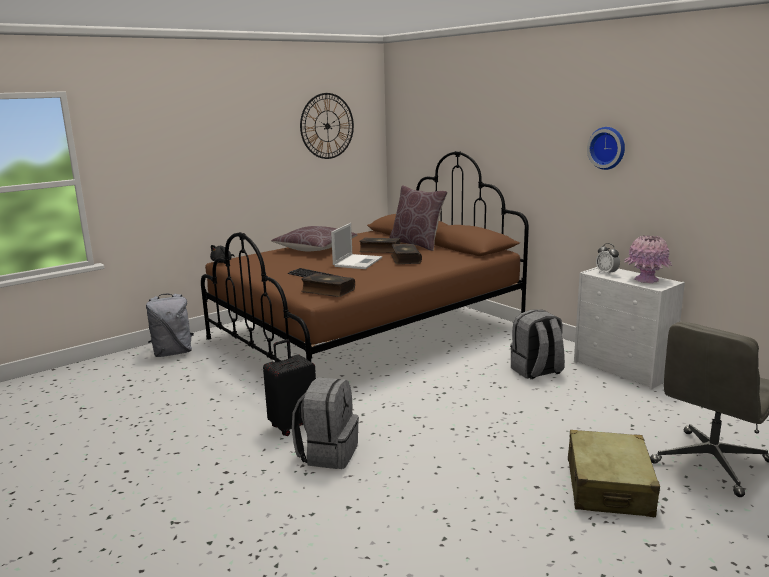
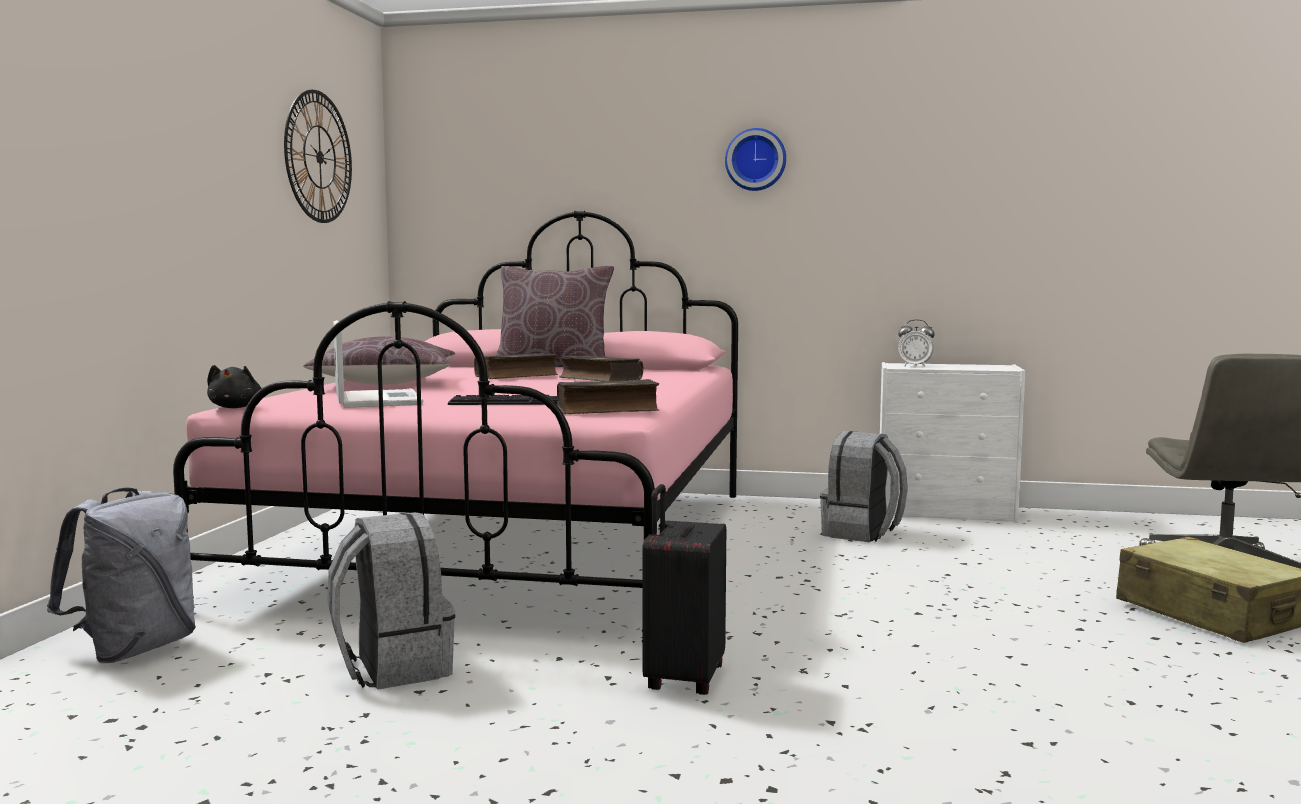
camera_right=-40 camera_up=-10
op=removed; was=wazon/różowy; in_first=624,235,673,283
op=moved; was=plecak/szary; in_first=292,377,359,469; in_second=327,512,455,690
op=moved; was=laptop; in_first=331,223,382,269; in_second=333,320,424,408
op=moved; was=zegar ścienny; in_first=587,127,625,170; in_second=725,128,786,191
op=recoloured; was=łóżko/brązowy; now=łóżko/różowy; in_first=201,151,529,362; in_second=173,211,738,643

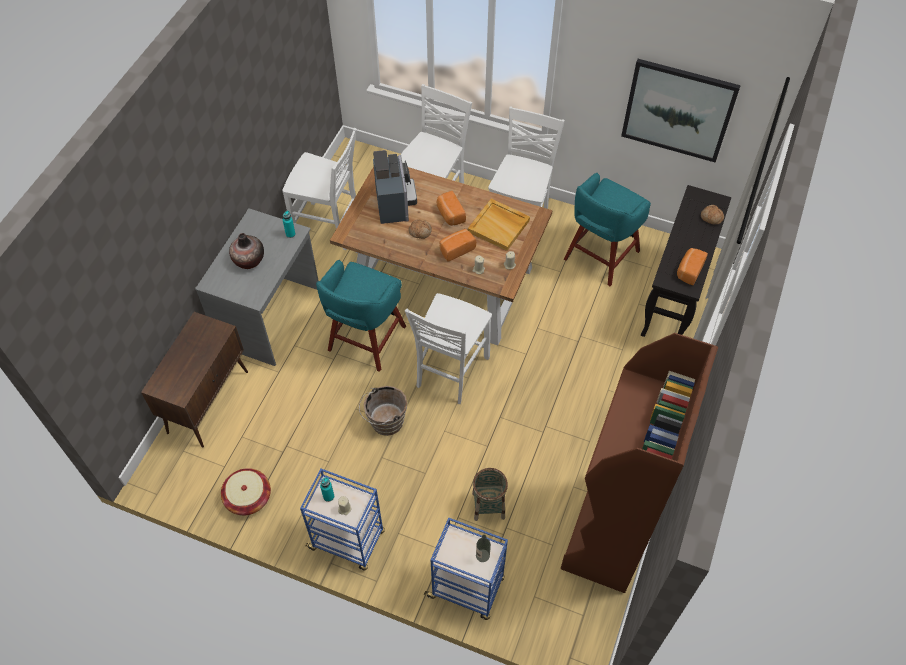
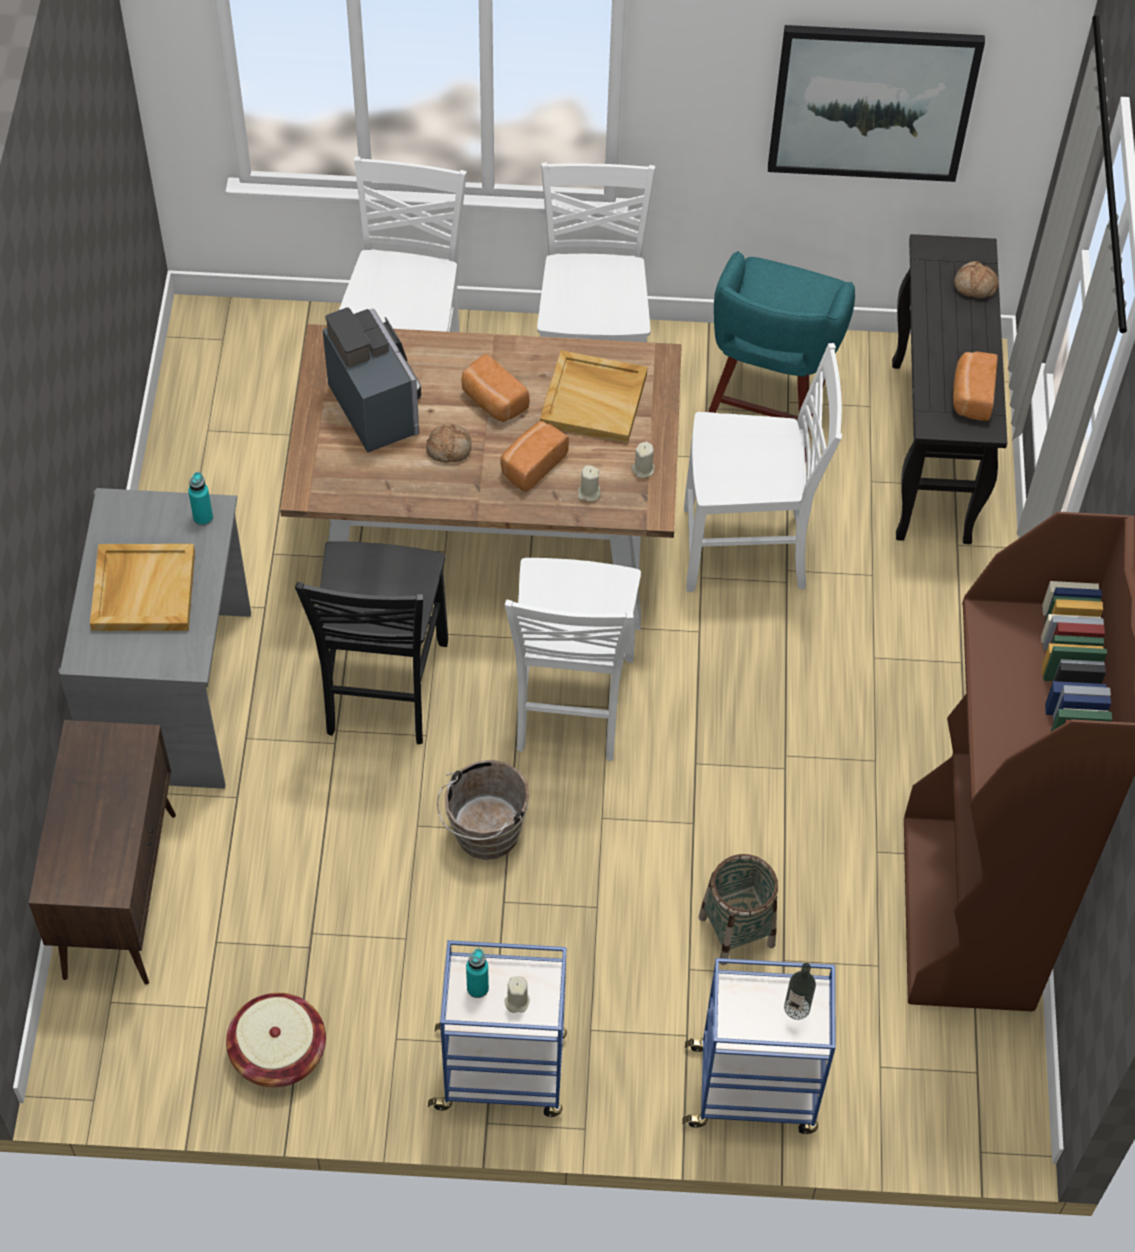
camera_right=-20 camera_up=0
op=moved; was=krzesło/biały; in_first=282,128,357,251; in_second=684,343,842,592
op=replaced; was=wazon; now=taca/beżowy; in_first=229,233,264,269; in_second=90,544,195,631
op=replaced; was=stołek/turkusowy; now=krzesło/czarny; in_first=316,260,406,372; in_second=295,541,448,744

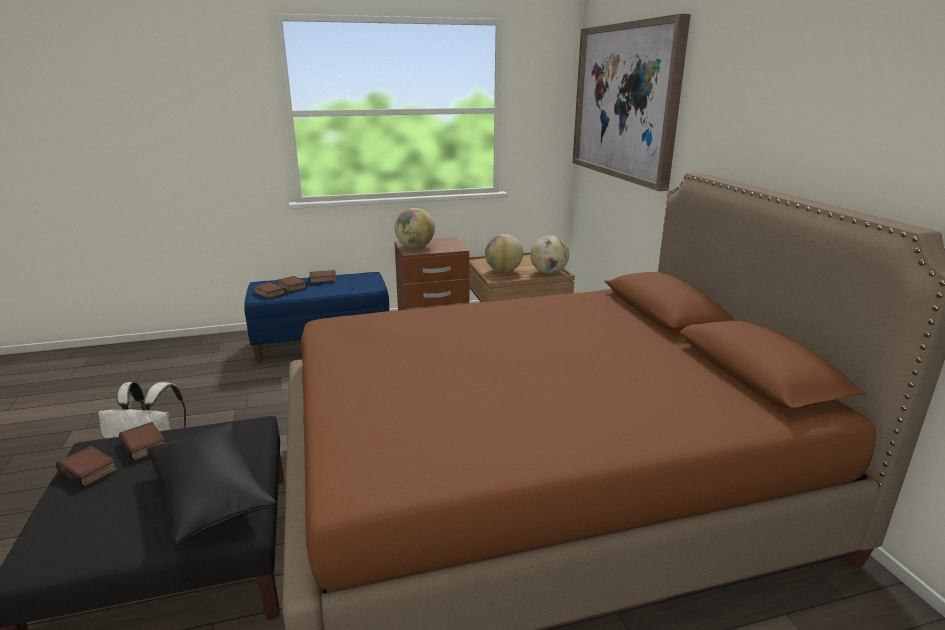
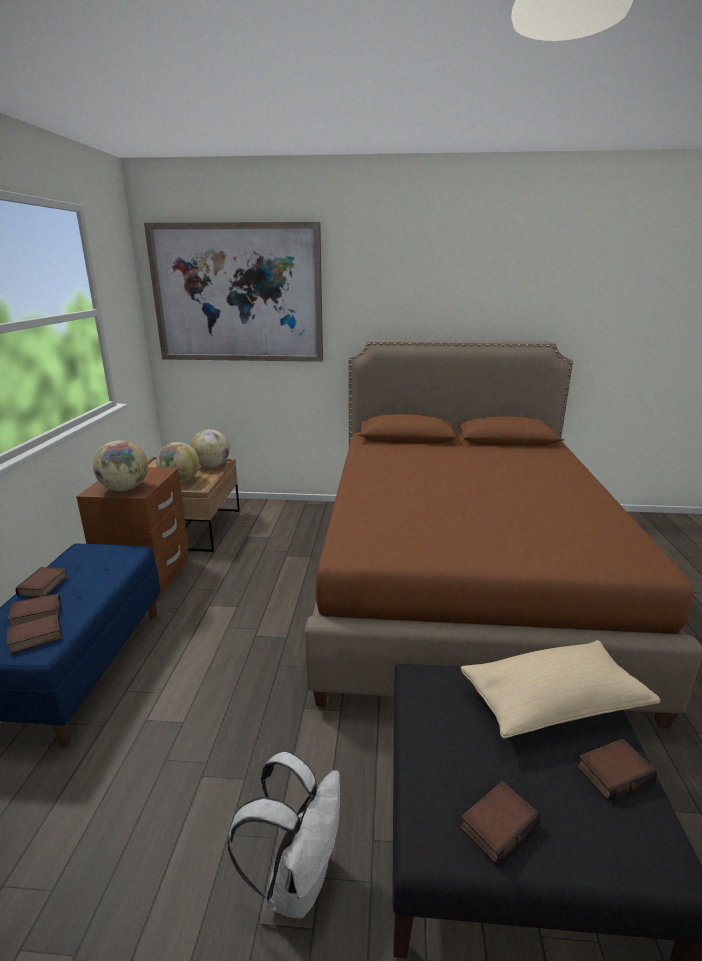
camera_right=-70 camera_up=0
op=moved; was=książka; in_first=119,422,165,461; in_second=577,739,657,802
op=recoloured; was=poduszka/czarny; now=poduszka/beżowy; in_first=147,423,277,545; in_second=461,640,660,739

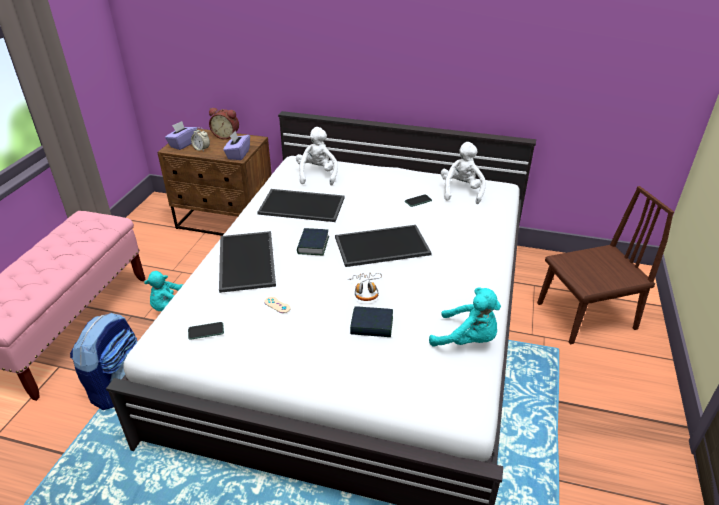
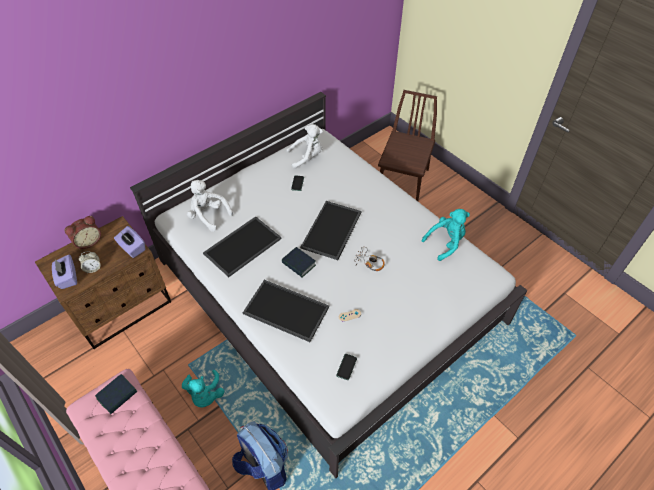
camera_right=-55 camera_up=15
op=moved; was=książka; in_first=350,307,393,337; in_second=95,374,137,414
op=turned; was=pluszak/biały; in_first=441,142,486,204; in_second=287,124,323,169; clockwise=120

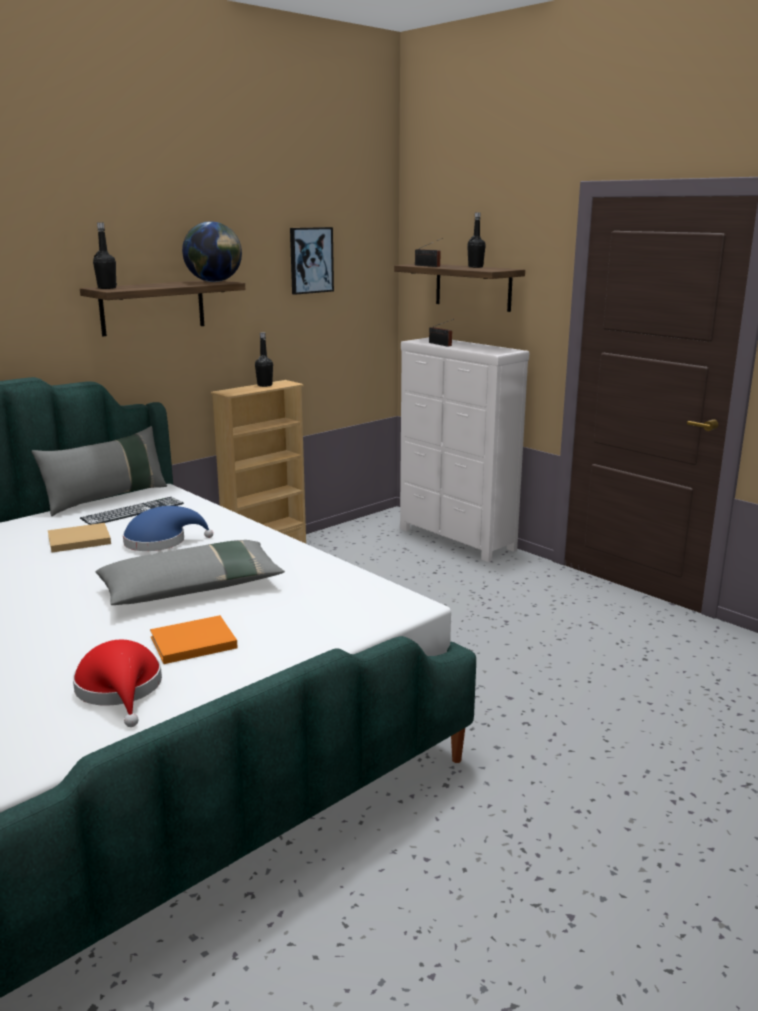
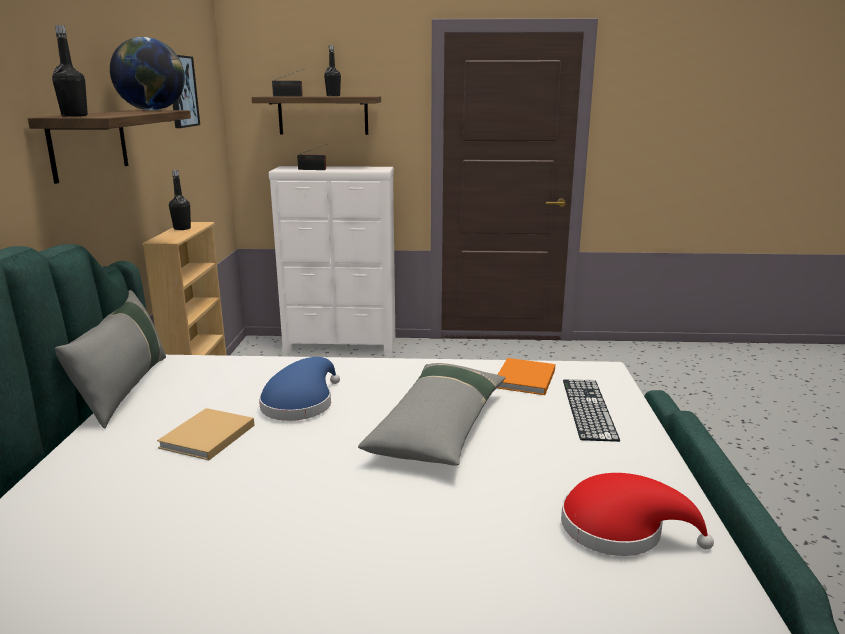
camera_right=-45 camera_up=0
op=moved; was=klawiatura; in_first=80,497,184,525; in_second=563,379,620,442
op=moved; was=książka/pomarańczowy; in_first=150,615,238,664; in_second=497,358,555,395

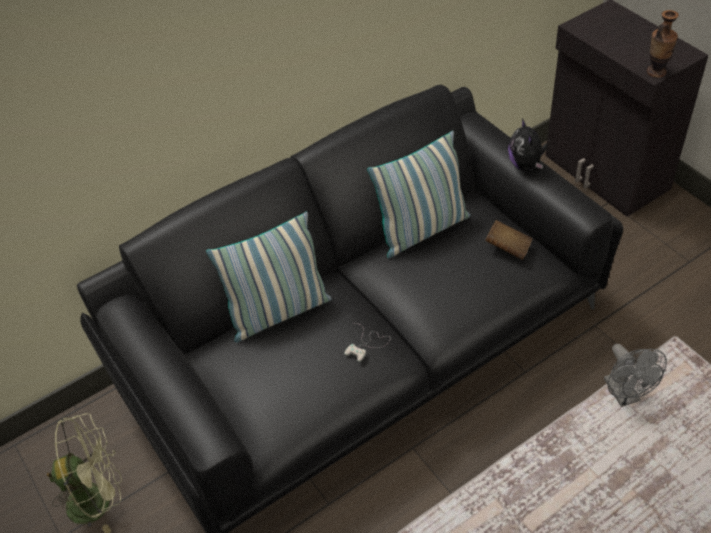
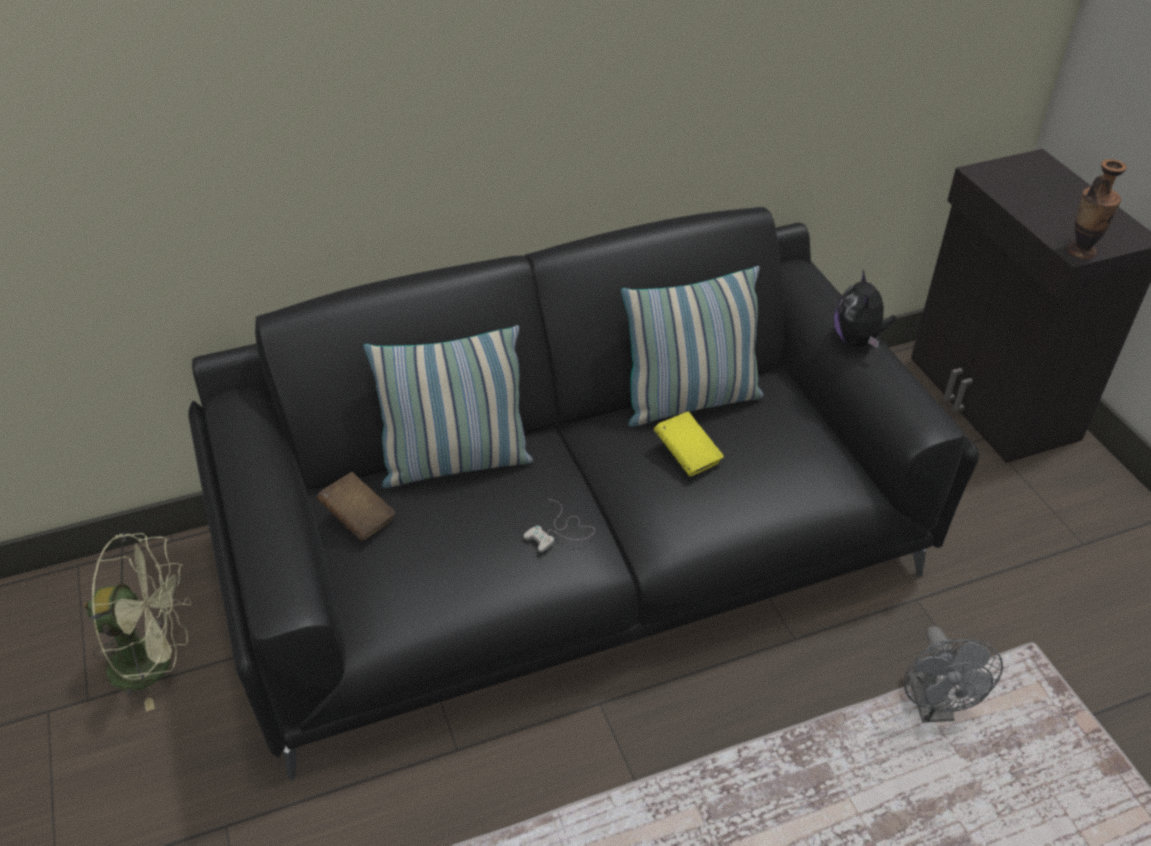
camera_right=10 camera_up=-5
op=added; now=książka/żółty; in_second=654,412,724,477
op=moved; was=książka/brązowy; in_first=485,220,532,260; in_second=317,472,396,541

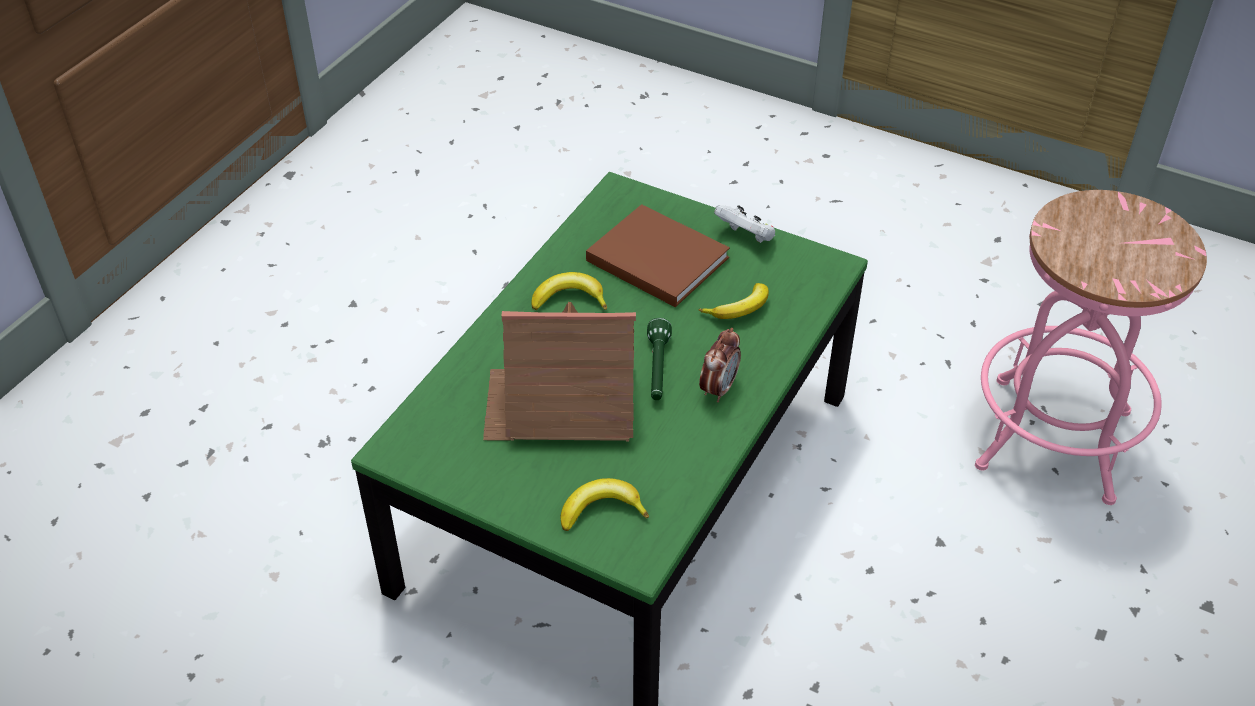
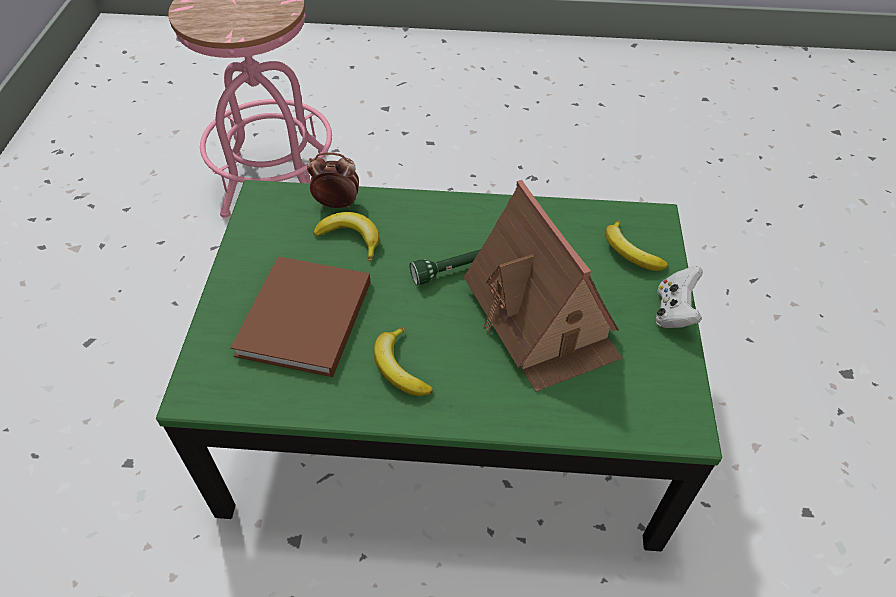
camera_right=-115 camera_up=5
op=moved; was=budzik; in_first=699,328,741,402; in_second=307,152,359,209
op=moved; was=pad do gier/biały; in_first=714,205,775,243; in_second=656,266,703,328

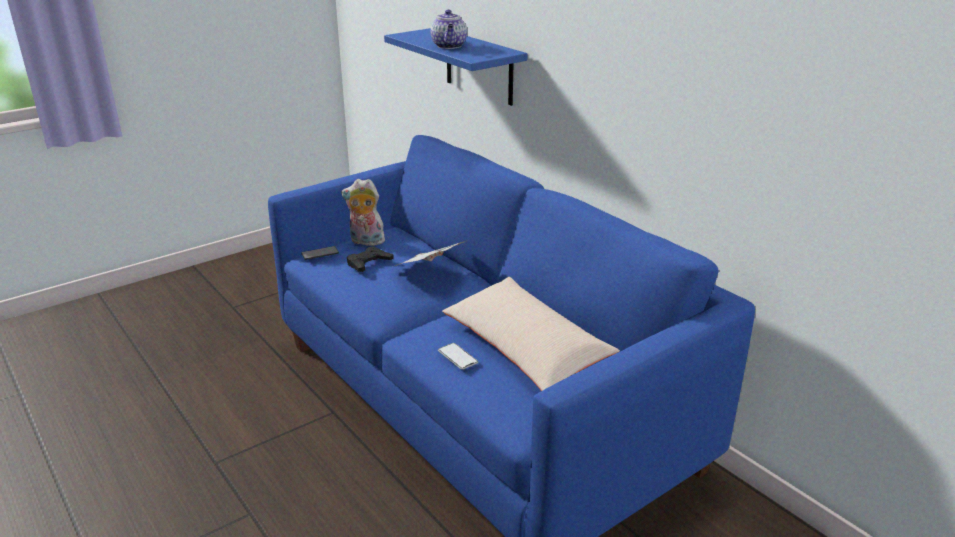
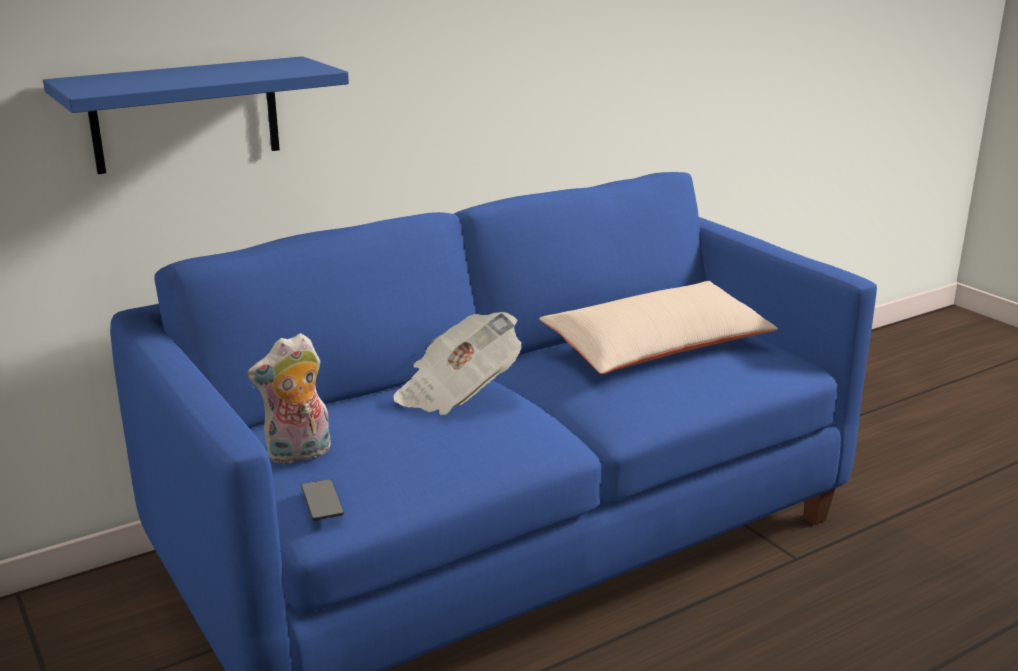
camera_right=-85 camera_up=-5
op=removed; was=pad do gier/czarny; in_first=347,246,394,272
op=removed; was=imbryk; in_first=431,10,467,49
op=removed; was=telefon; in_first=438,343,478,370
op=turned; was=pluszak; in_first=341,179,385,246; in_second=247,333,331,464; clockwise=45

